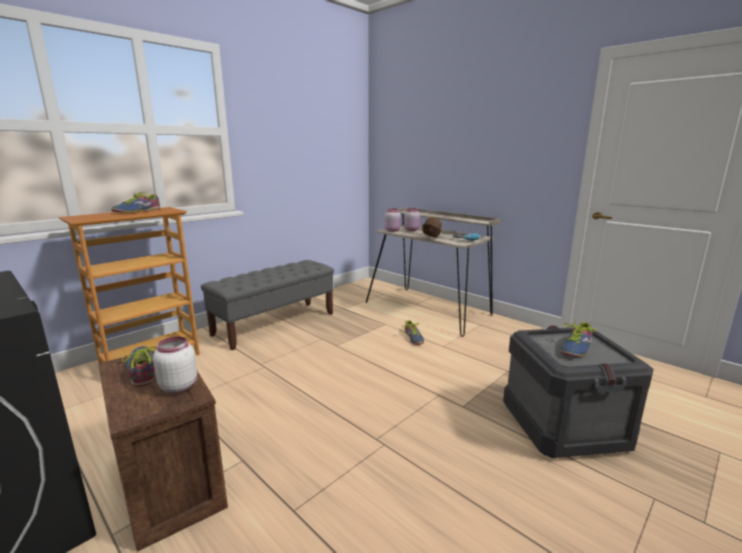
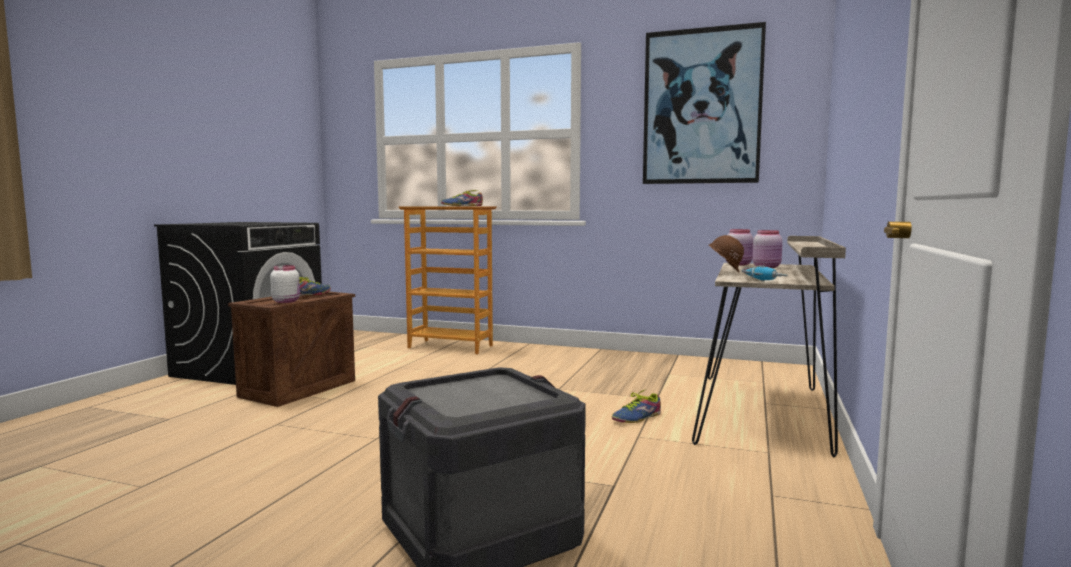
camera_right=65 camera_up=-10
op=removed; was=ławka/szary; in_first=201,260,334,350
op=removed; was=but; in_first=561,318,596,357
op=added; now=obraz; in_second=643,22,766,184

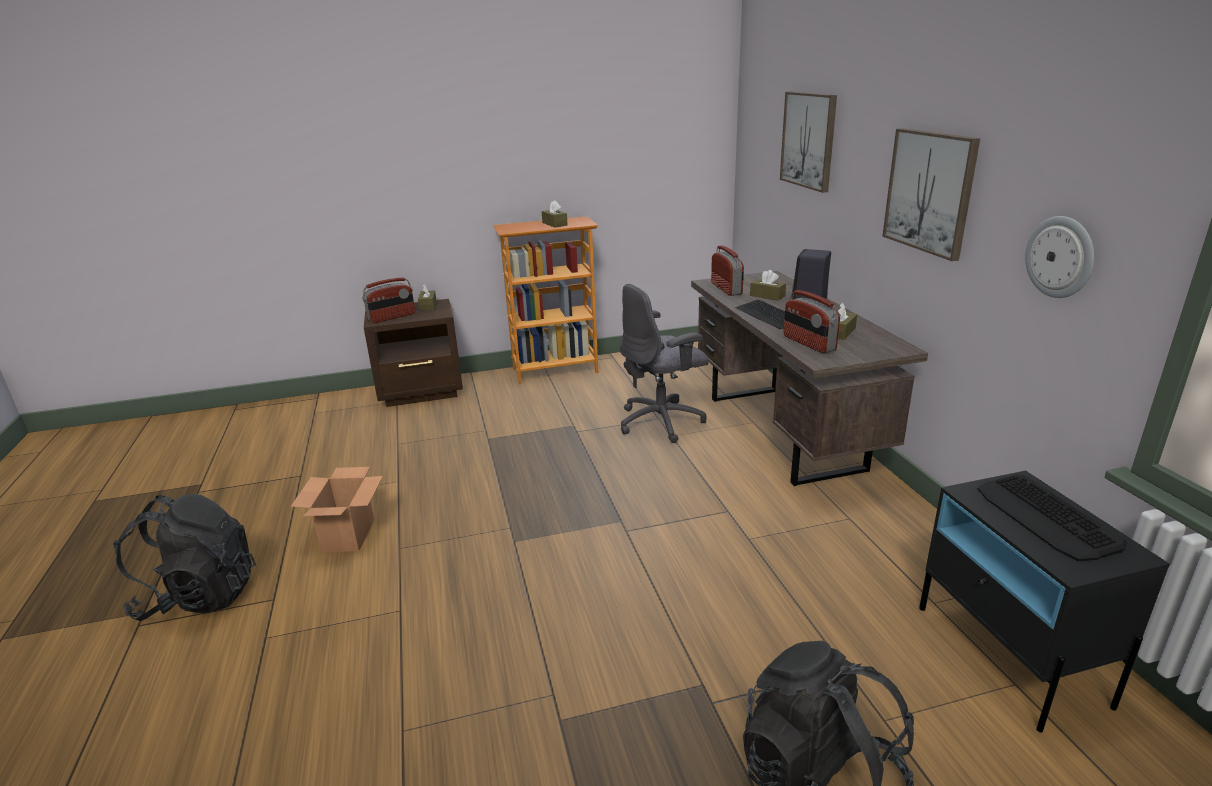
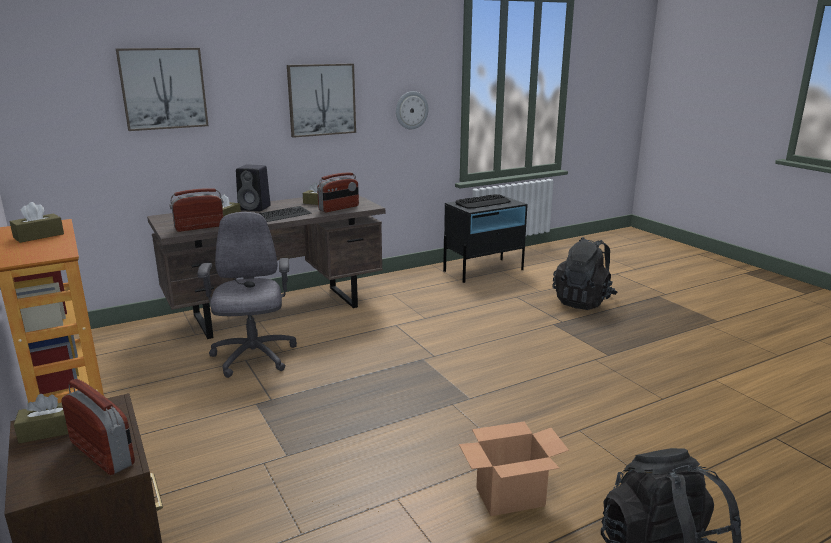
camera_right=-105 camera_up=-5
op=turned; was=krzesło biurowe/szary; in_first=620,284,709,443; in_second=198,212,297,378; clockwise=-150

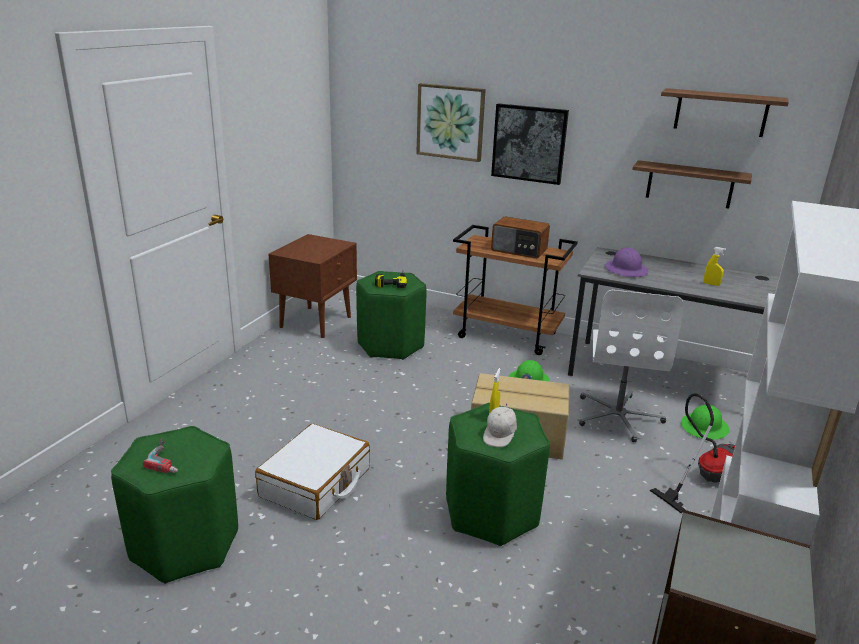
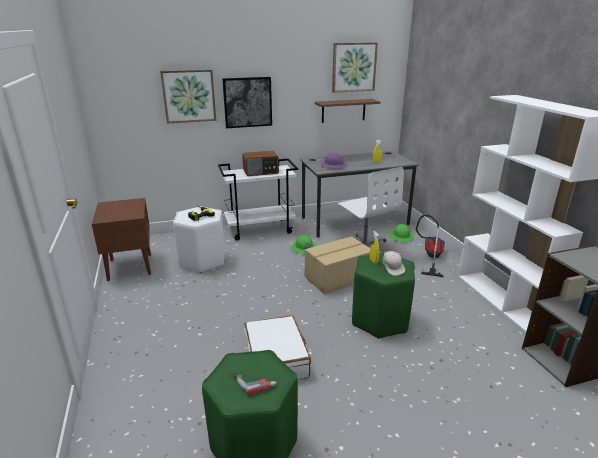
camera_right=-40 camera_up=0
op=replaced; was=półka; now=obraz; in_first=661,88,789,137; in_second=332,42,378,93
op=recoloured; was=stołek/zielony; now=stołek/biały; in_first=356,271,427,360; in_second=173,206,225,273
op=recoloured; was=wózek/brązowy; now=wózek/biały; in_first=453,225,578,355; in_second=218,159,298,240

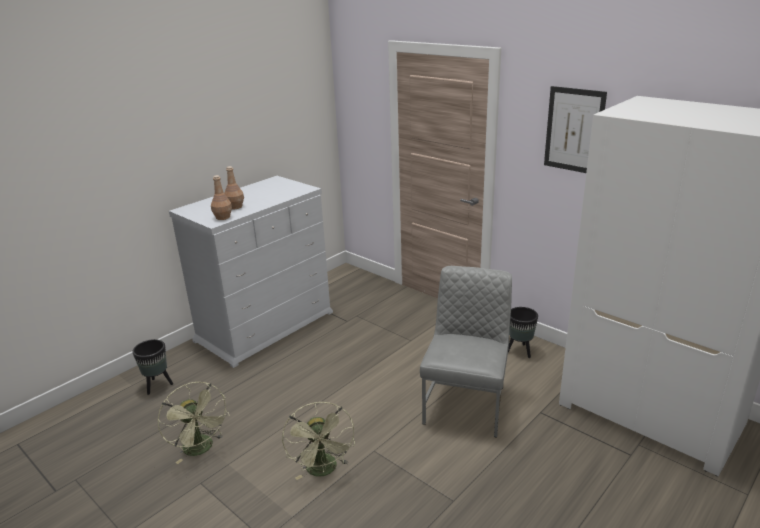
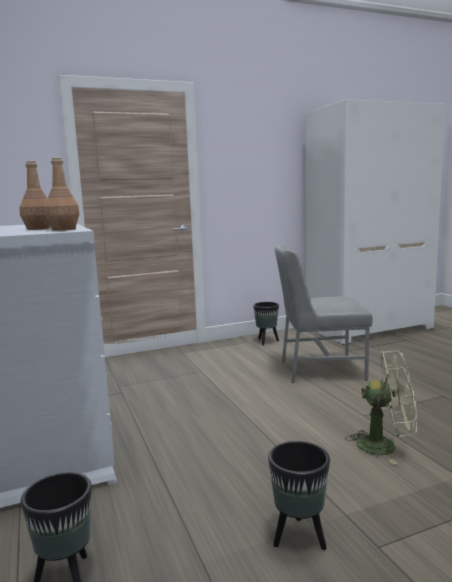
camera_right=-65 camera_up=-15
op=removed; was=obraz; in_first=544,86,607,173
op=replaced; was=wentylator/zielony; now=donica/czarny; in_first=157,382,230,464; in_second=268,441,330,550
op=turned; was=krzesło/szary; in_first=420,266,512,438; in_second=275,245,373,383; clockwise=-45

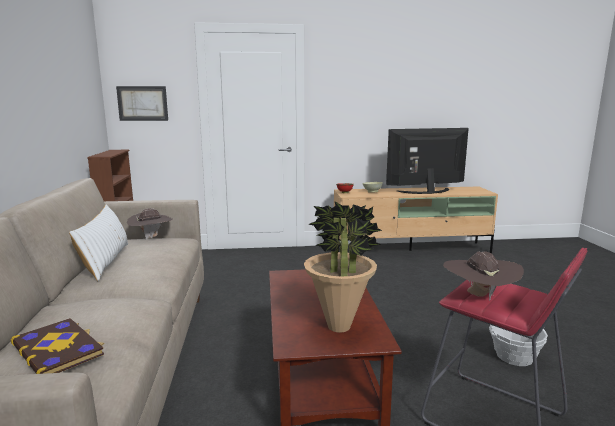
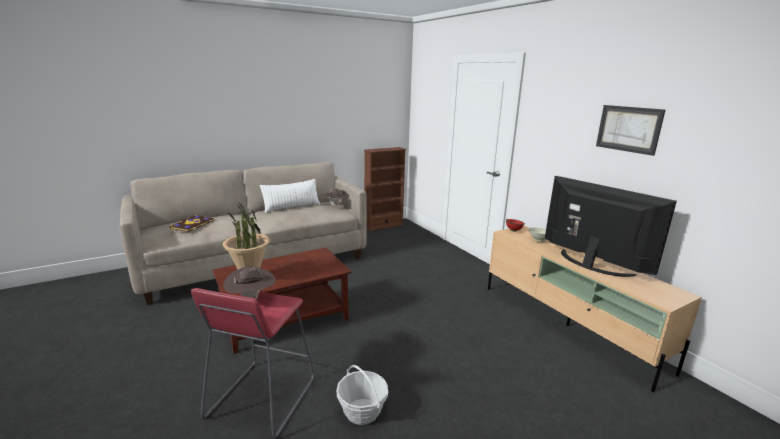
camera_right=65 camera_up=5
op=moved; was=obraz; in_first=116,86,168,121; in_second=596,105,665,156

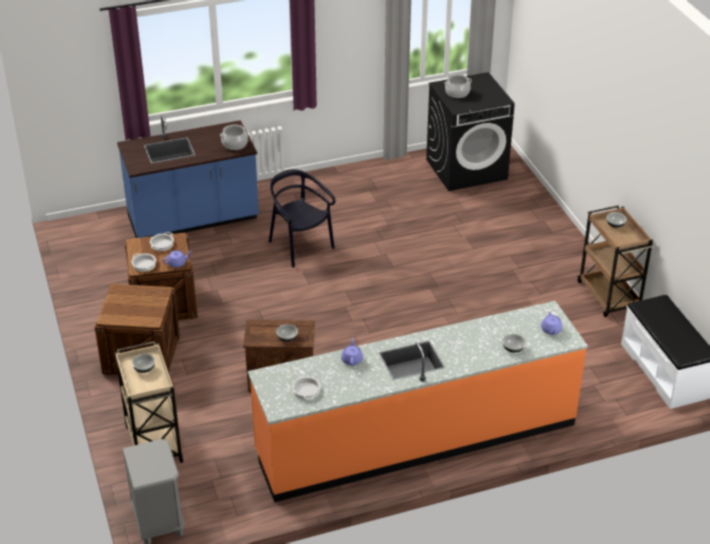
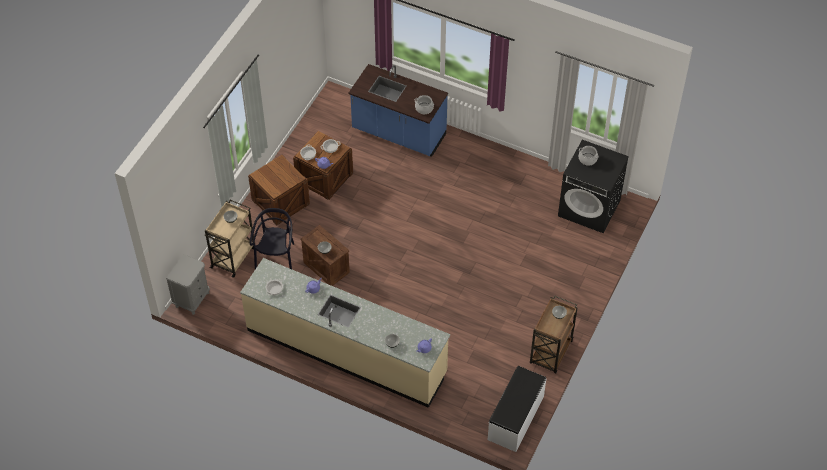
camera_right=45 camera_up=15
op=moved; was=krzesło/czarny; in_first=269,169,336,268; in_second=250,208,294,269
op=recoloured; was=zabudowa kuchenna/pomarańczowy; now=zabudowa kuchenna/beżowy; in_first=248,301,588,502; in_second=240,258,450,408

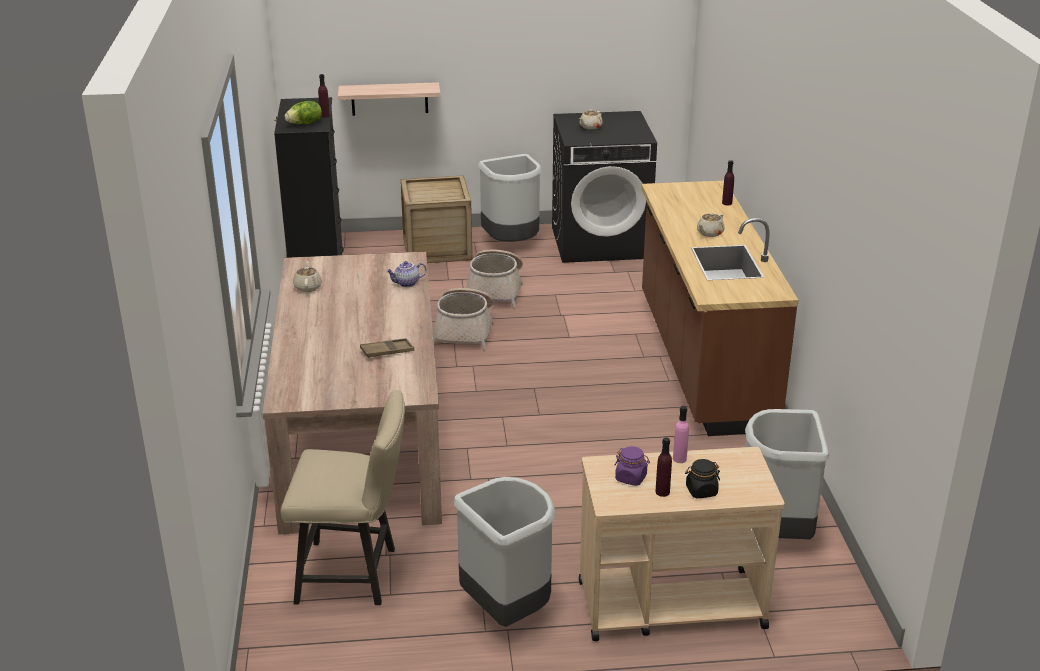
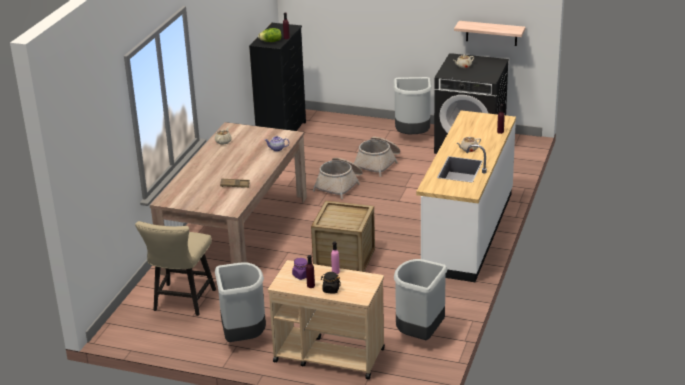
camera_right=25 camera_up=0
op=moved; was=półka; in_first=338,82,440,116; in_second=454,21,526,46
op=moved; was=skrzynka; in_first=400,175,472,263; in_second=311,201,375,272
op=recoloured; was=zabudowa kuchenna/brązowy; now=zabudowa kuchenna/biały; in_first=641,181,799,436; in_second=416,110,516,282
op=turned; was=krzesło/beżowy; in_first=280,390,405,605; in_second=135,221,216,316; clockwise=75

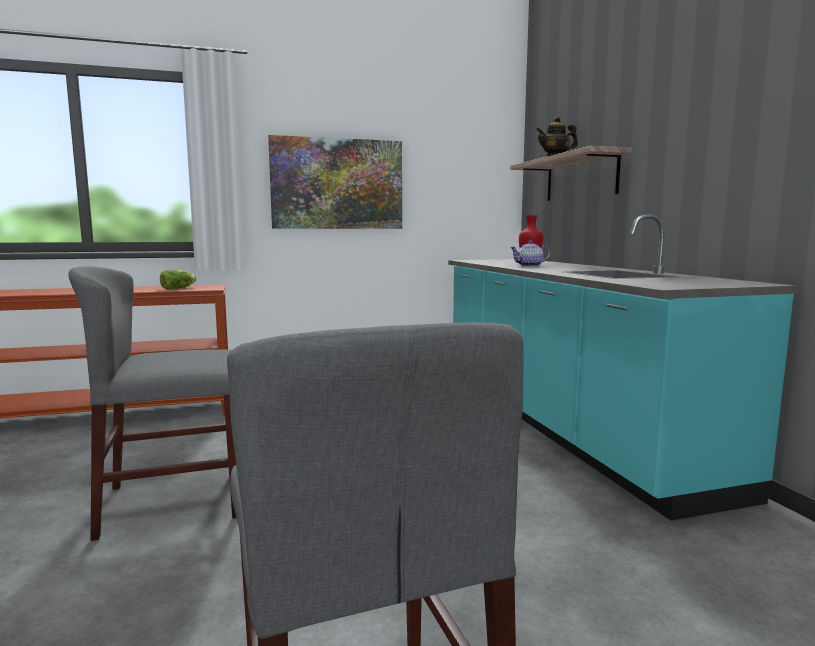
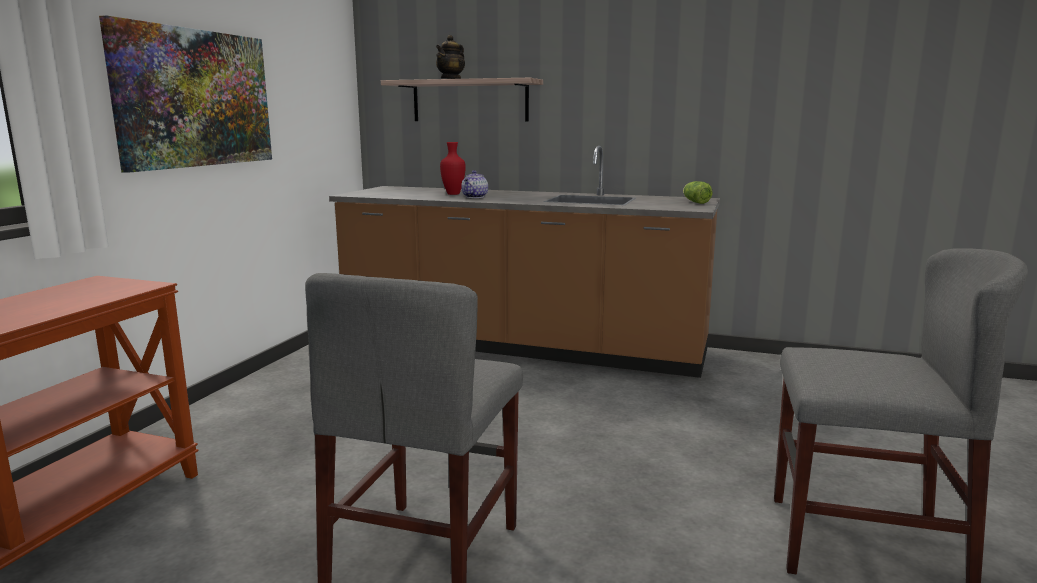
camera_right=-55 camera_up=5
op=moved; was=sałata; in_first=160,270,196,289; in_second=683,181,713,204
op=recoloured; was=zabudowa kuchenna/turkusowy; now=zabudowa kuchenna/brązowy; in_first=448,214,797,520; in_second=329,146,720,378

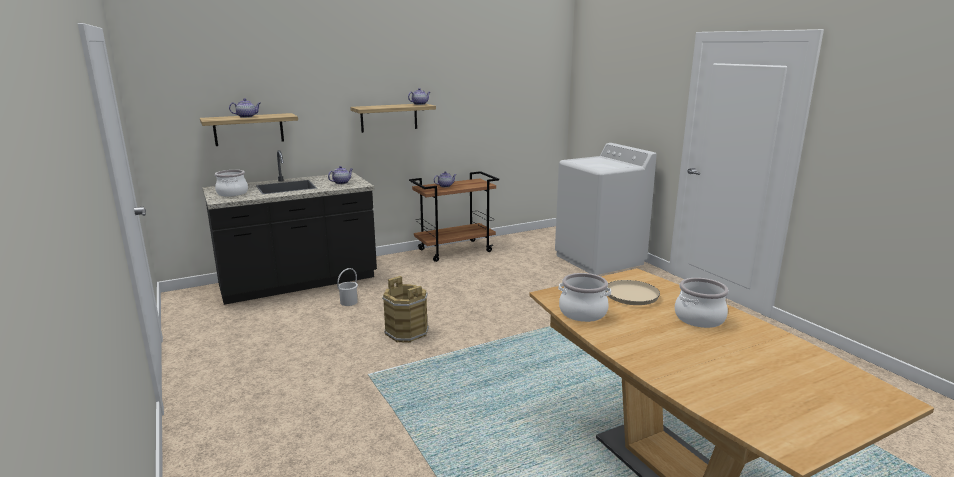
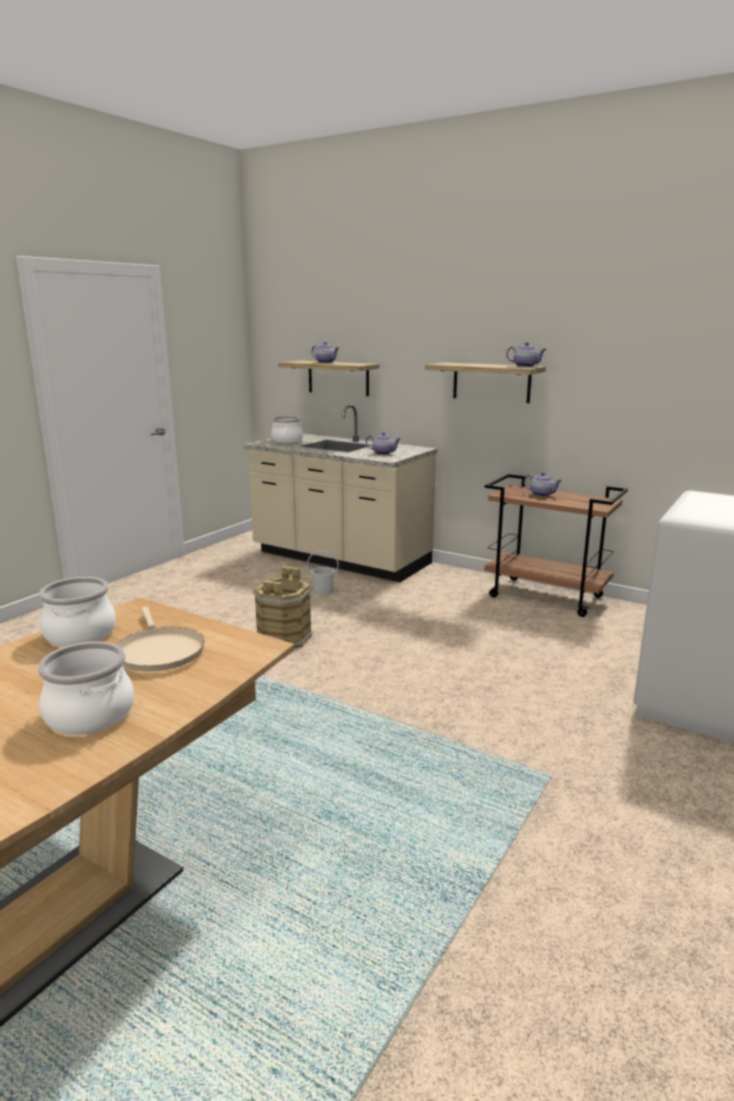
camera_right=60 camera_up=0
op=recoloured; was=zabudowa kuchenna/czarny; now=zabudowa kuchenna/beżowy; in_first=202,150,377,305; in_second=243,404,437,582

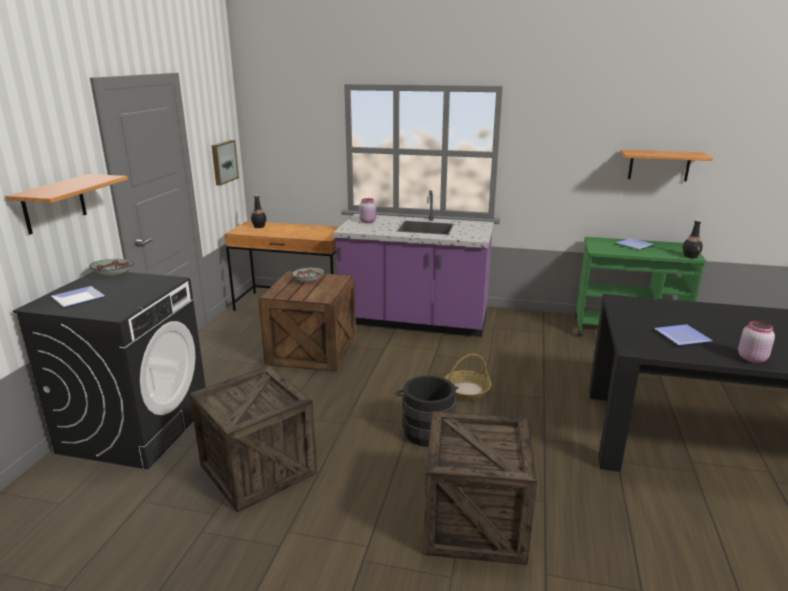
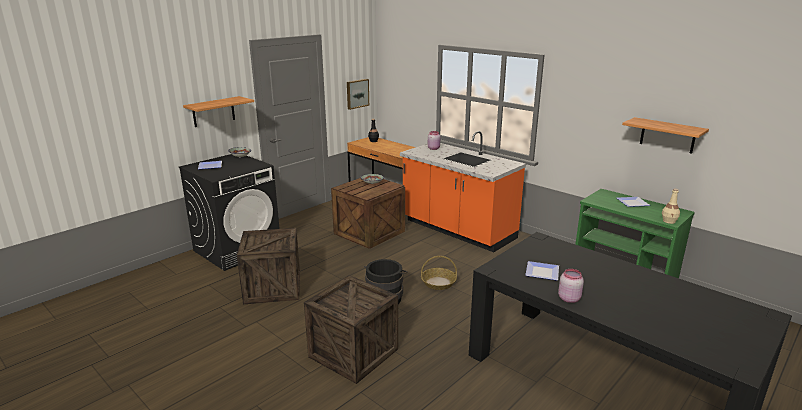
camera_right=30 camera_up=0
op=recoloured; was=zabudowa kuchenna/fioletowy; now=zabudowa kuchenna/pomarańczowy; in_first=333,190,494,337; in_second=400,131,526,252
op=recoloured; was=butelka/czarny; now=butelka/beżowy; in_first=683,219,703,258; in_second=662,189,680,224

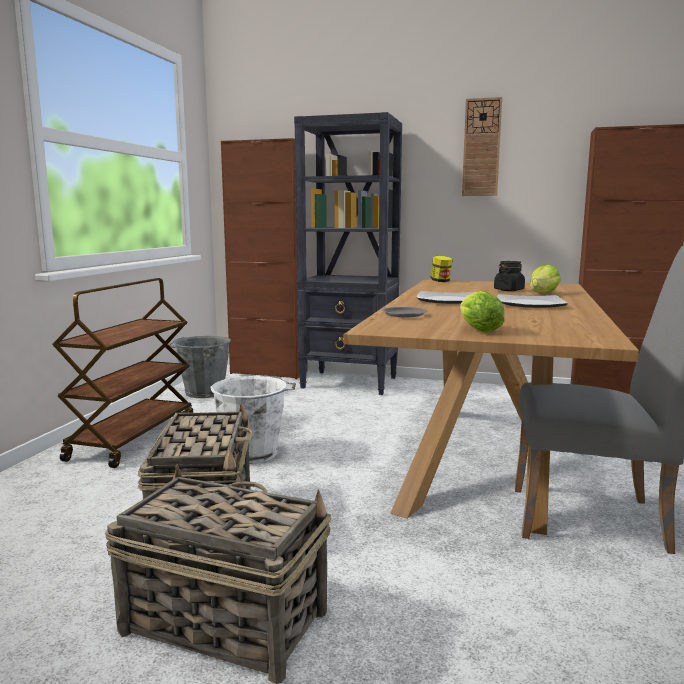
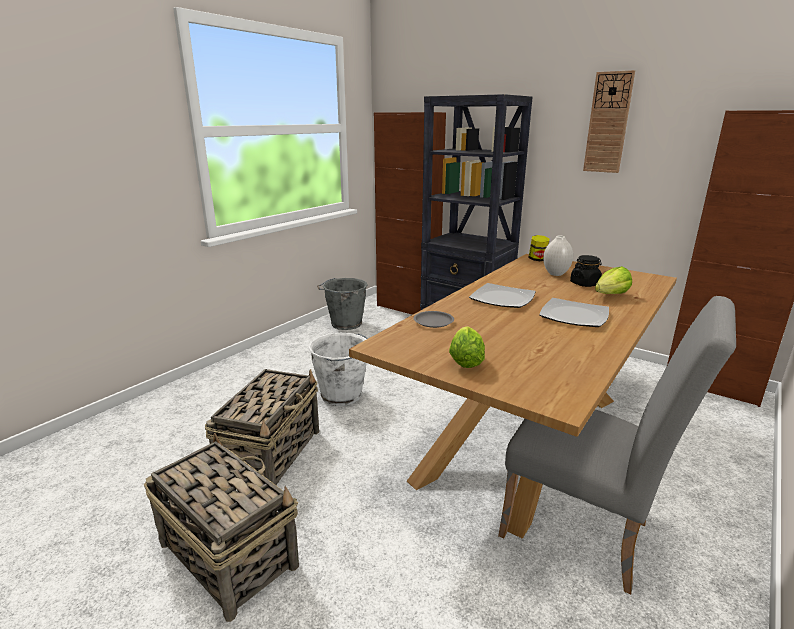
camera_right=20 camera_up=10
op=removed; was=wózek/brązowy; in_first=52,278,193,468
op=added; now=wazon/biały; in_second=543,236,573,276

